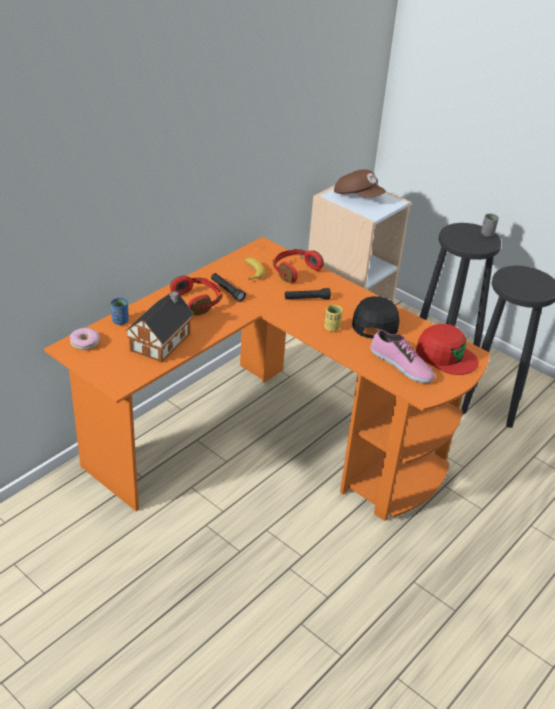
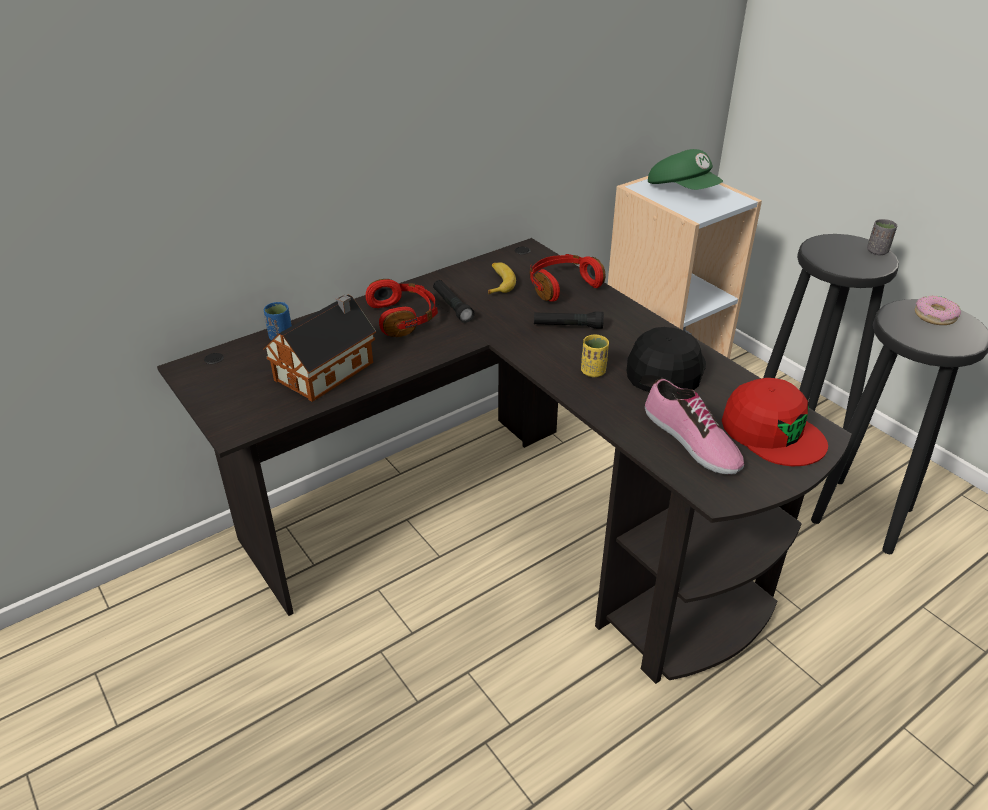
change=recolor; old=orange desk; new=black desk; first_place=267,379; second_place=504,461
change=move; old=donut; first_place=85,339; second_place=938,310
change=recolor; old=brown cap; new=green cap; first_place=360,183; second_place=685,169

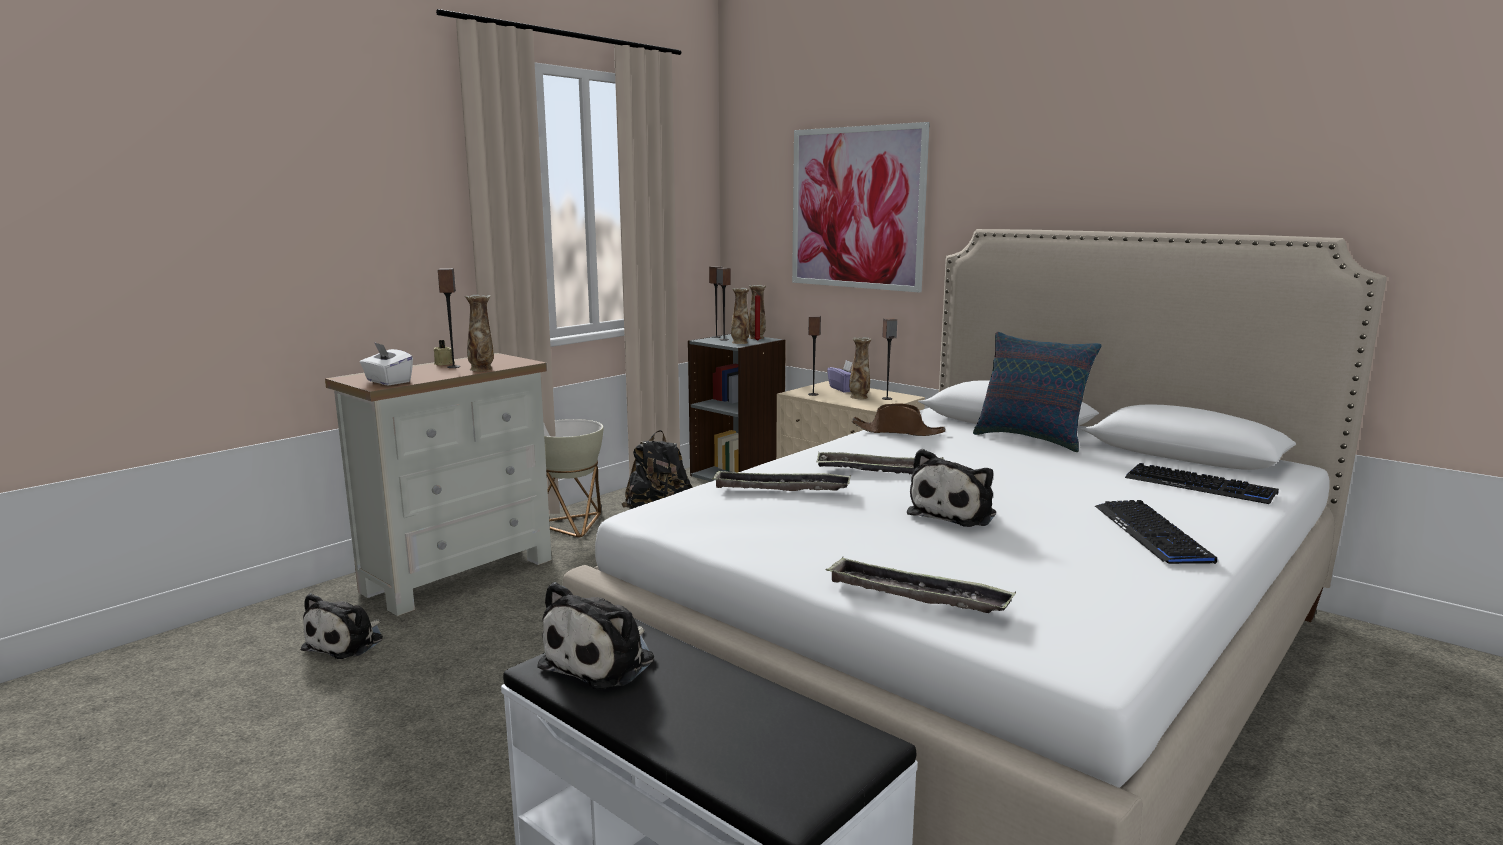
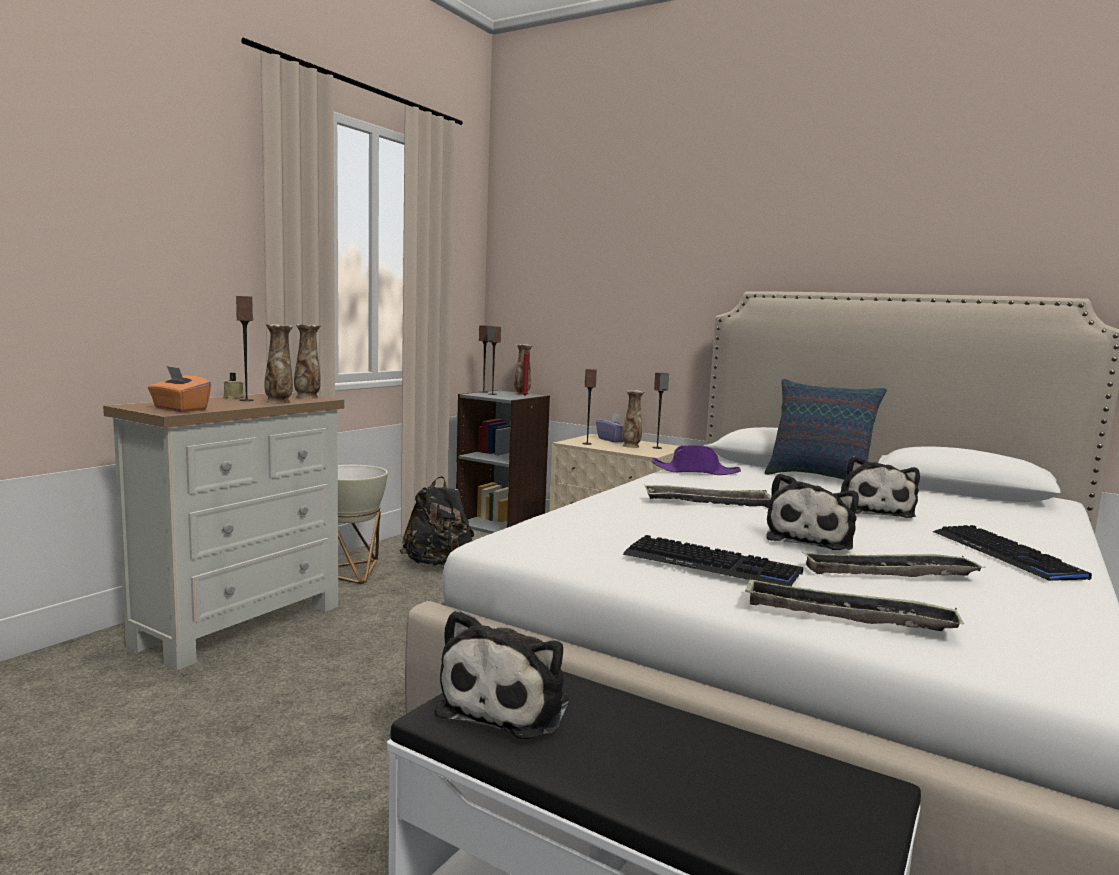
change=move; old=plush toy; first_place=342,626; second_place=880,487
change=recolor; old=white tissue box; new=orange tissue box; first_place=386,363; second_place=179,389
change=move; old=tray; first_place=781,481; second_place=893,564
change=move; old=vase; first_place=740,316; second_place=307,361
change=delete; old=picture; first_place=861,207
change=recolor; old=brown hat; new=purple hat; first_place=898,419; second_place=696,460
change=move; old=keyboard; first_place=1202,483; second_place=713,561

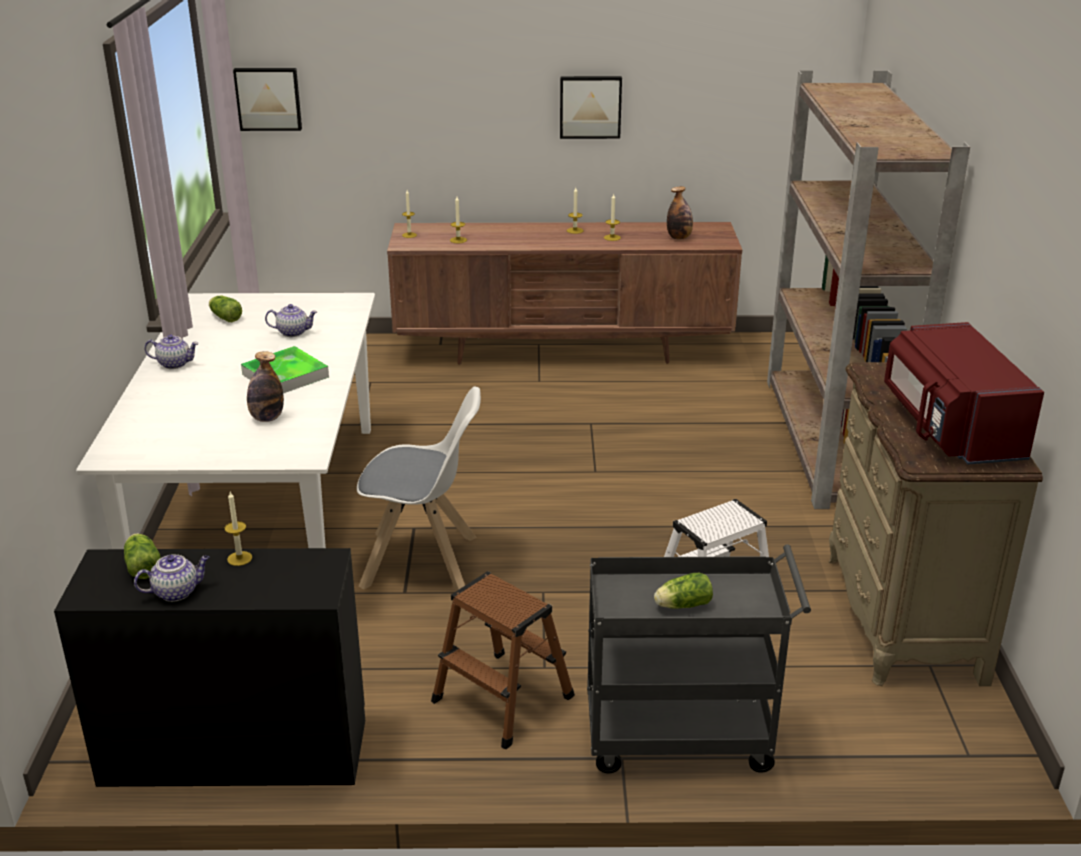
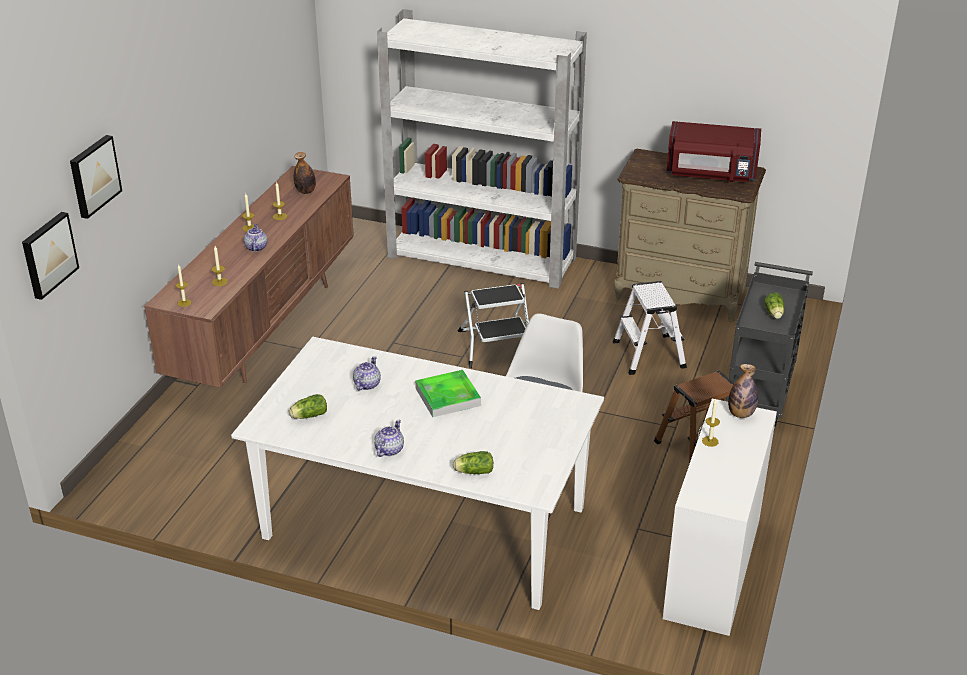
change=recolor; old=black desk; new=white desk; first_place=209,667; second_place=720,517
change=move; old=lettuce; first_place=142,556; second_place=473,462
change=move; old=teapot; first_place=172,578; second_place=255,238
change=move; old=bottle; first_place=265,386; second_place=743,391
change=move; old=picture; first_place=591,107; second_place=96,177
change=recolor; old=brown bookcase; new=white bookcase; first_place=868,289; second_place=482,149
change=insert; new=step ladder; second_place=493,325

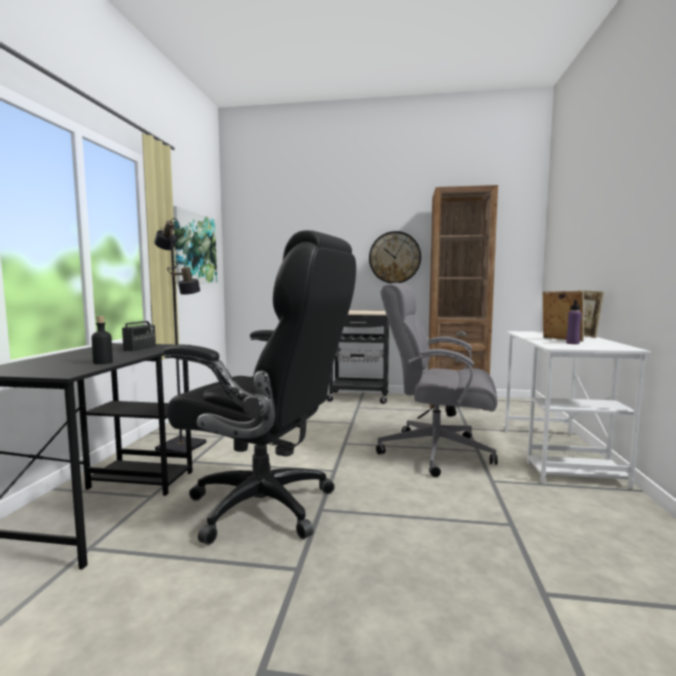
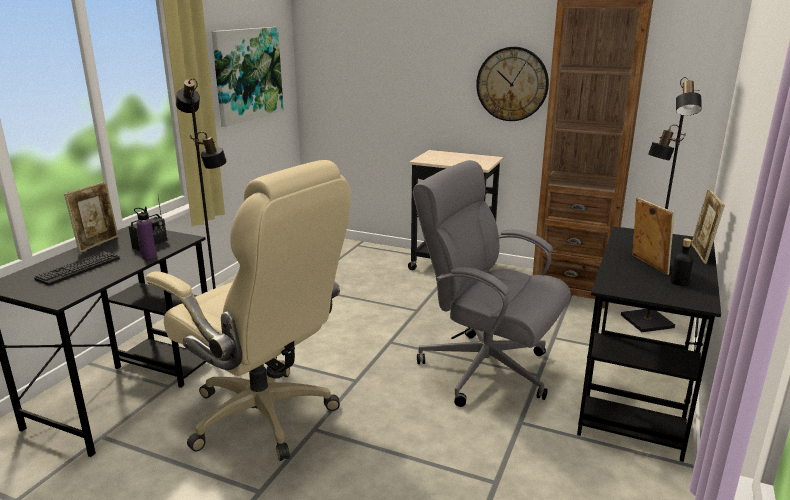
change=move; old=black bottle; first_place=102,340; second_place=681,262
change=recolor; old=black office chair; new=beige office chair; first_place=259,387; second_place=248,310
change=recolor; old=white desk; new=black desk; first_place=578,410; second_place=649,344
change=move; old=purple bottle; first_place=574,322; second_place=145,232
change=insert; new=keyboard; second_place=77,268
change=insert; new=picture frame; second_place=91,217
change=insert; new=black floor lamp; second_place=661,204

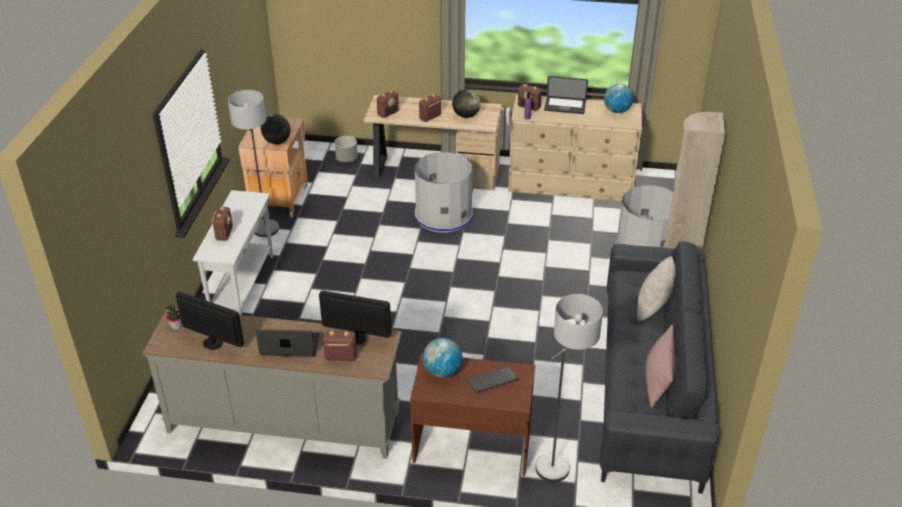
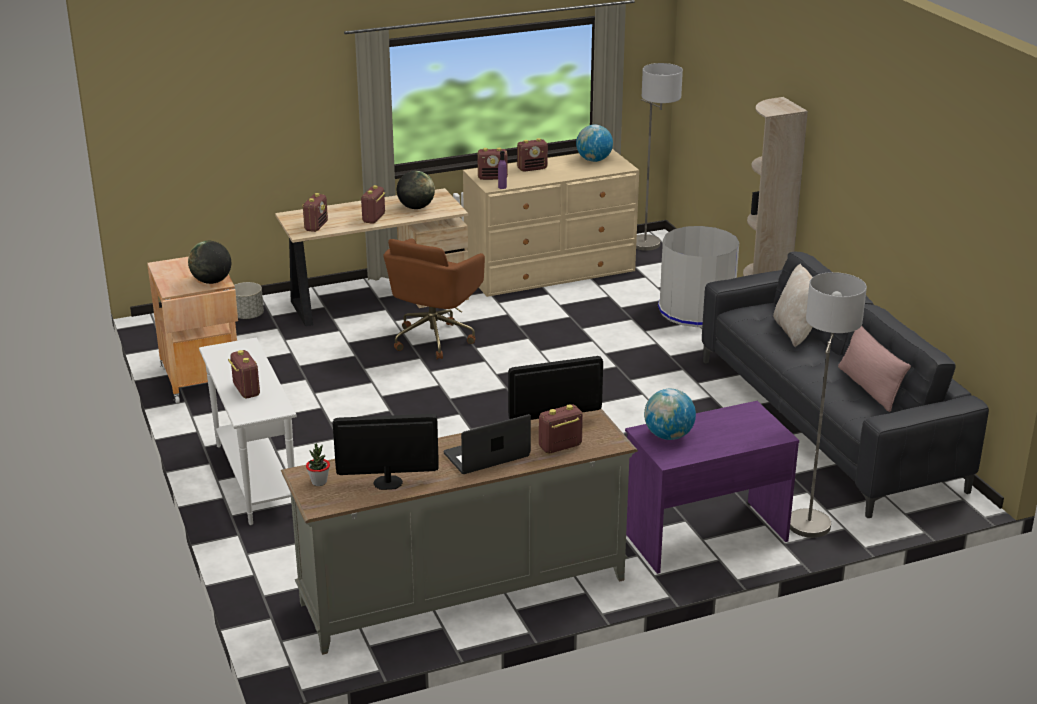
change=move; old=grey floor lamp; first_place=253,163; second_place=659,157
change=recolor; old=brown desk; new=purple desk; first_place=472,414; second_place=712,487
change=replace; old=grey trash can; new=brown office chair; first_place=444,192; second_place=434,298
change=delete; old=keyboard; first_place=492,379
change=replace; old=laptop; new=radio; first_place=566,95; second_place=532,155

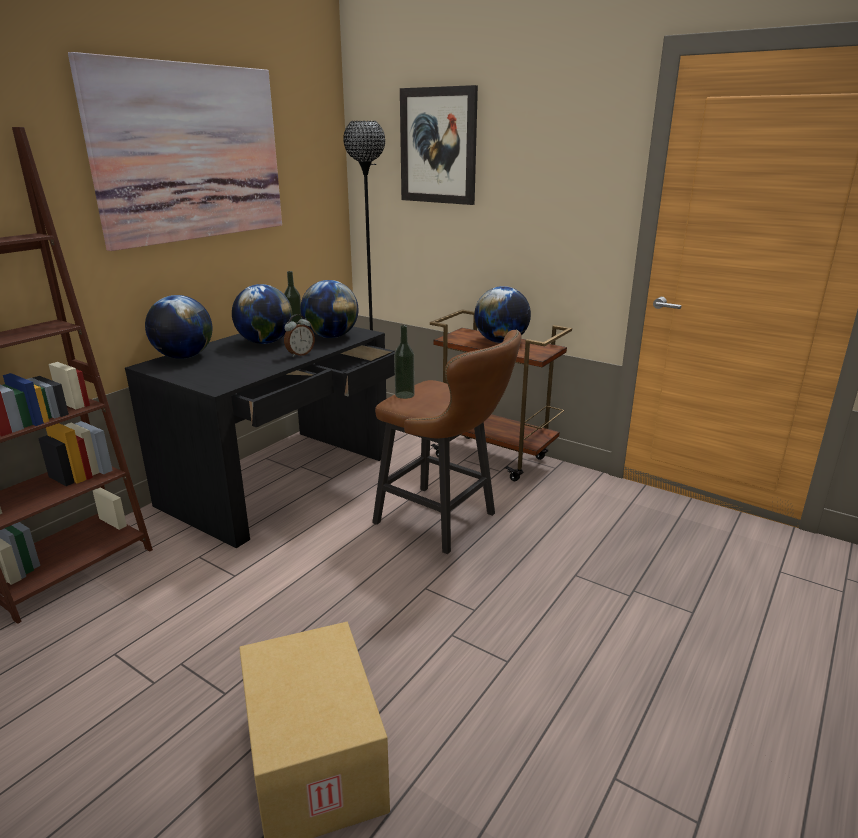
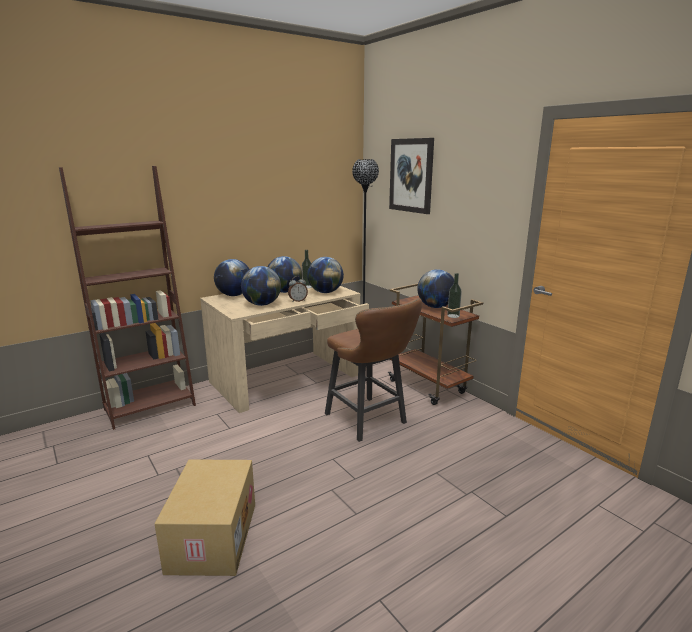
change=delete; old=picture; first_place=175,151
change=recolor; old=black desk; new=beige desk; first_place=260,437; second_place=284,347
change=move; old=bottle; first_place=404,362; second_place=454,295
change=insert; new=globe; second_place=261,286

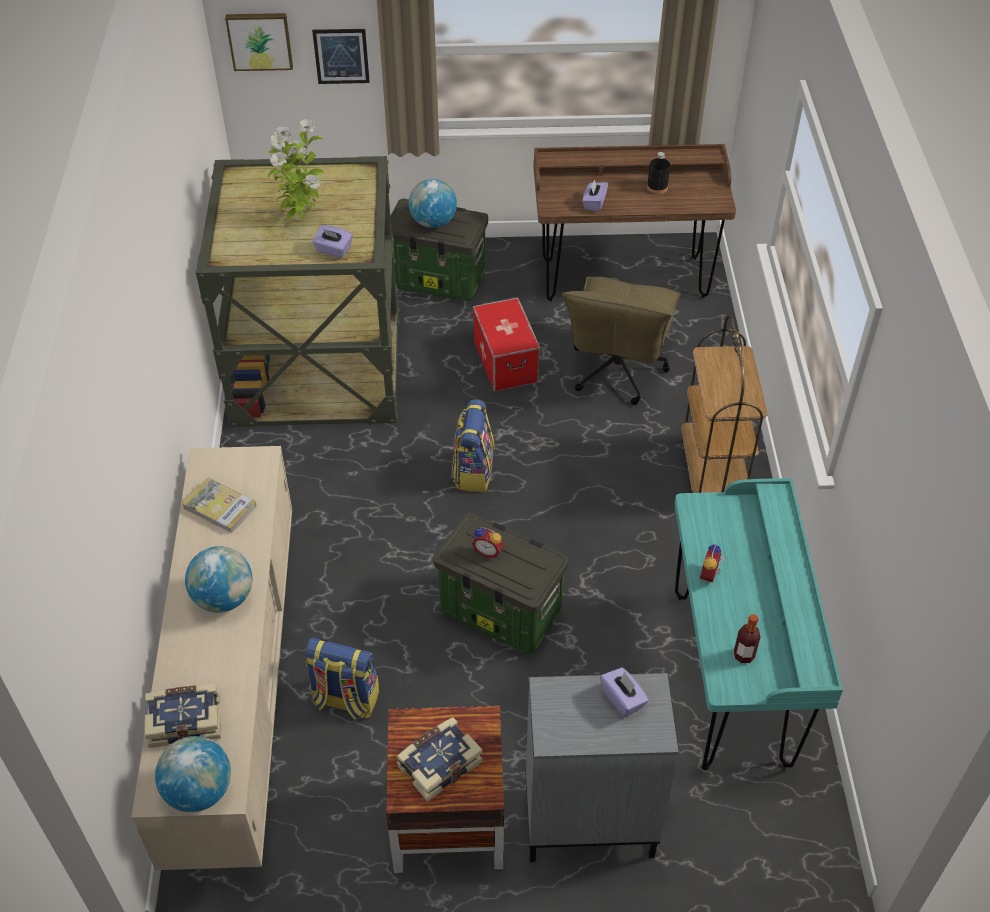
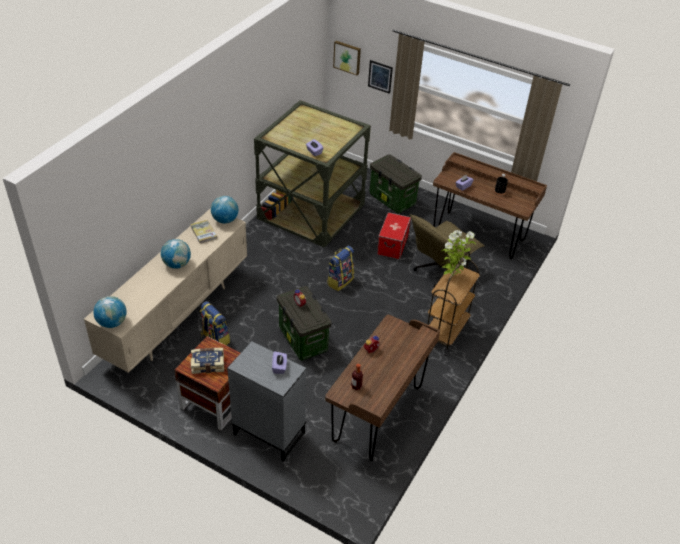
change=delete; old=book; first_place=182,716
change=move; old=potted plant; first_place=296,170; second_place=458,253
change=move; old=globe; first_place=433,203; second_place=225,210
change=recolor; old=turquoise desk; new=brown desk; first_place=759,624; second_place=382,388

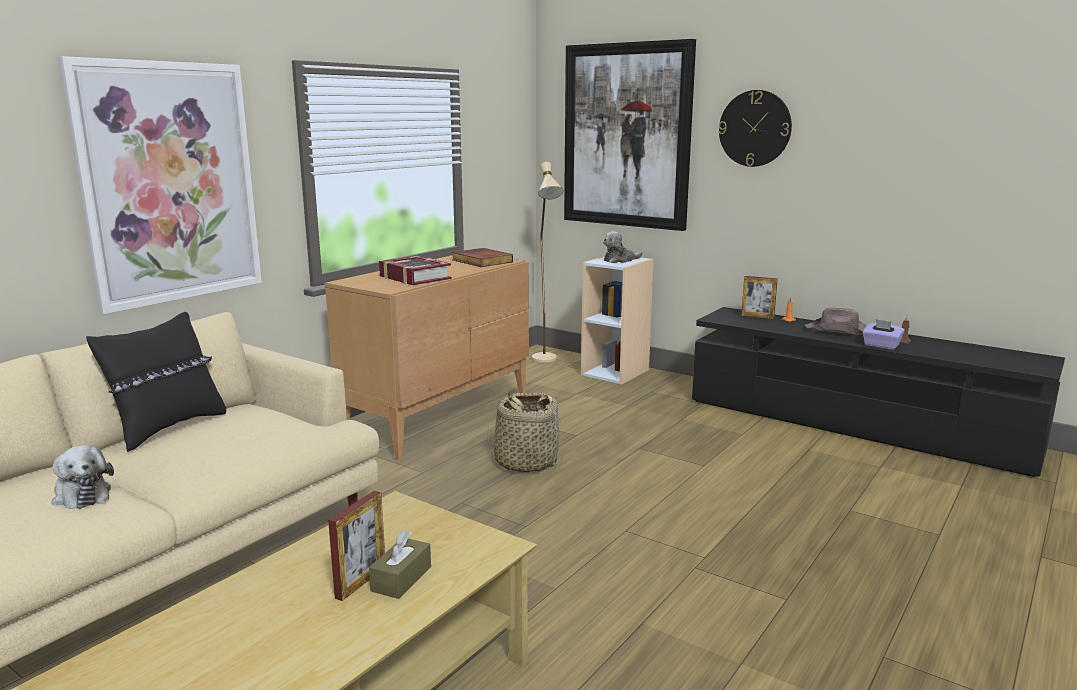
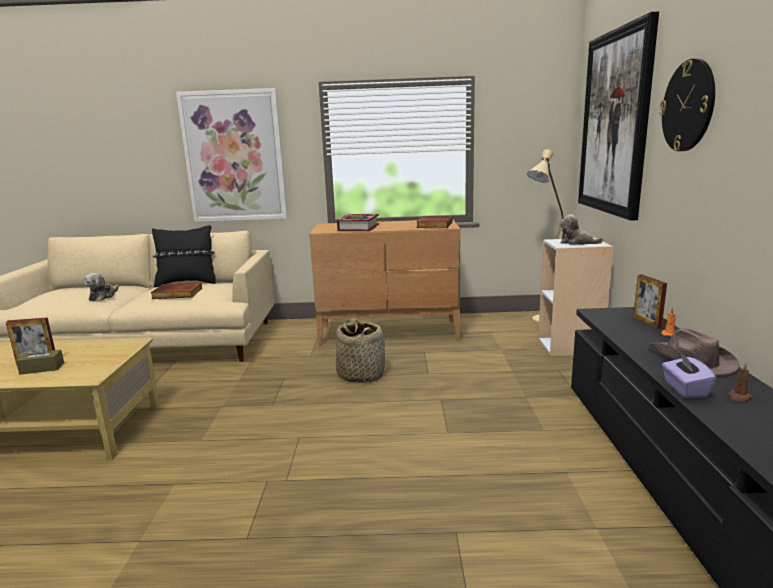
change=insert; new=book; second_place=176,290

